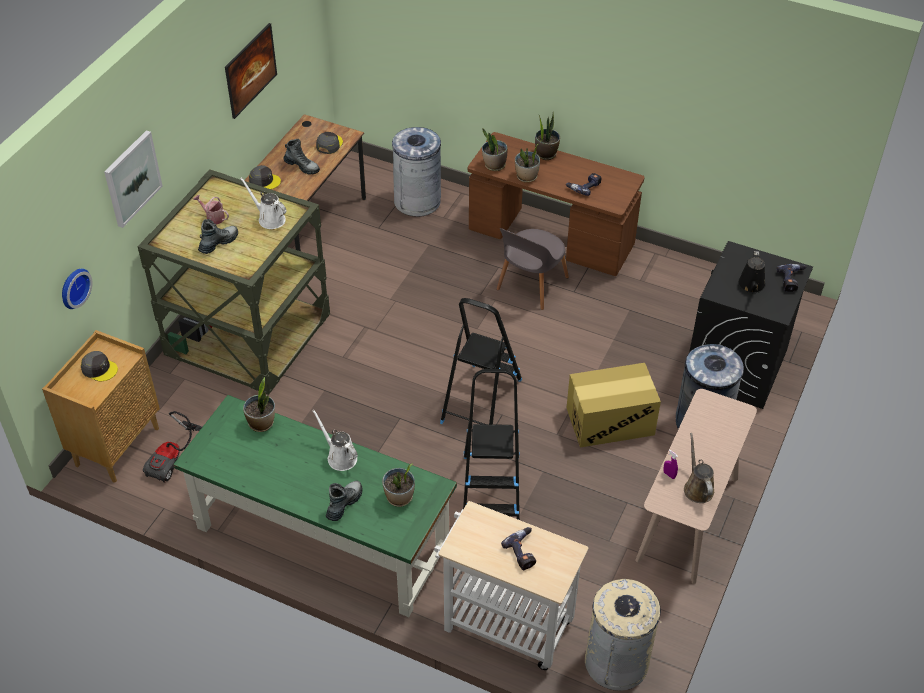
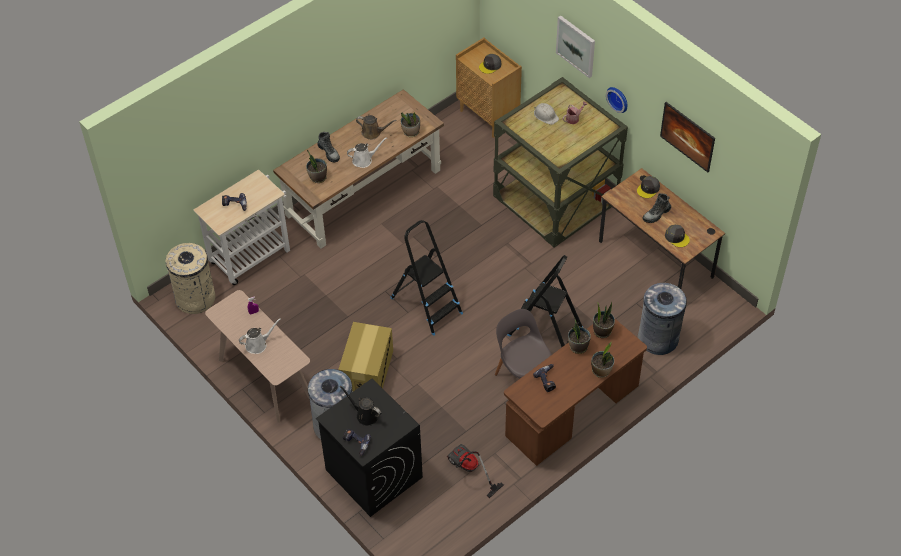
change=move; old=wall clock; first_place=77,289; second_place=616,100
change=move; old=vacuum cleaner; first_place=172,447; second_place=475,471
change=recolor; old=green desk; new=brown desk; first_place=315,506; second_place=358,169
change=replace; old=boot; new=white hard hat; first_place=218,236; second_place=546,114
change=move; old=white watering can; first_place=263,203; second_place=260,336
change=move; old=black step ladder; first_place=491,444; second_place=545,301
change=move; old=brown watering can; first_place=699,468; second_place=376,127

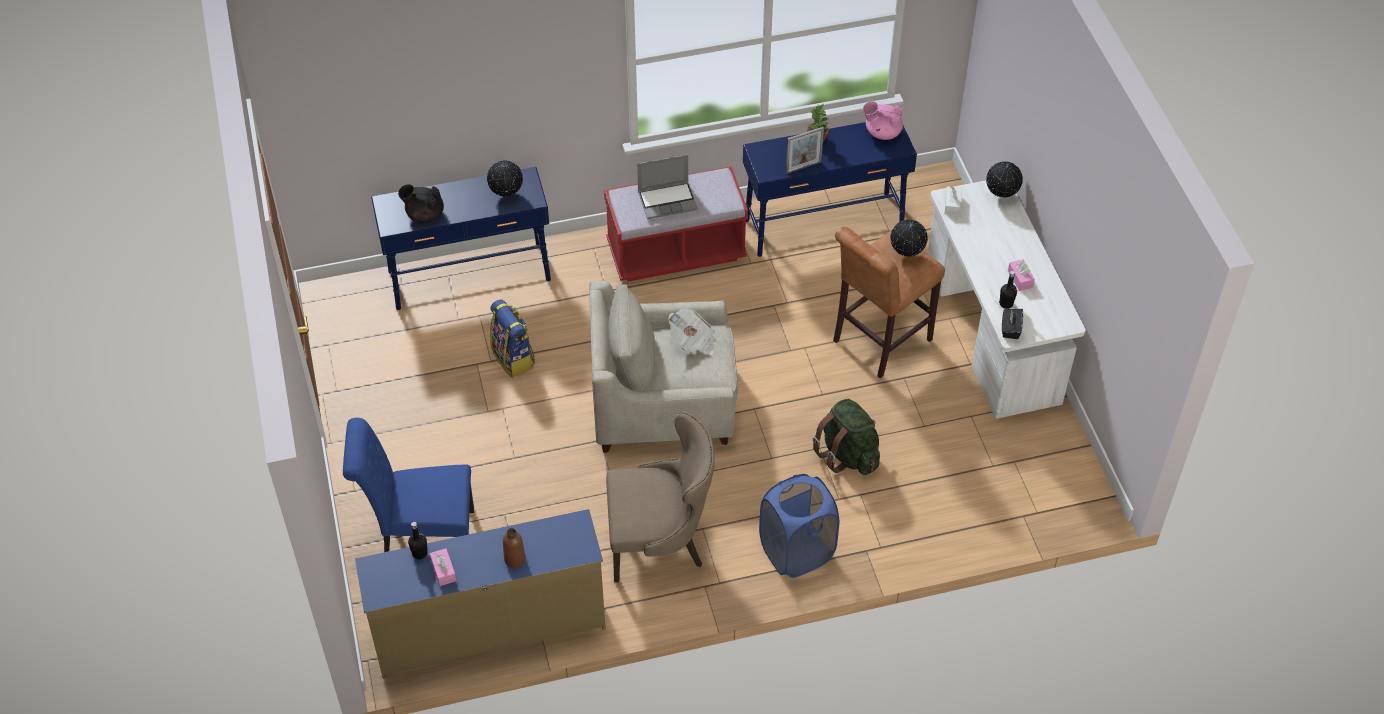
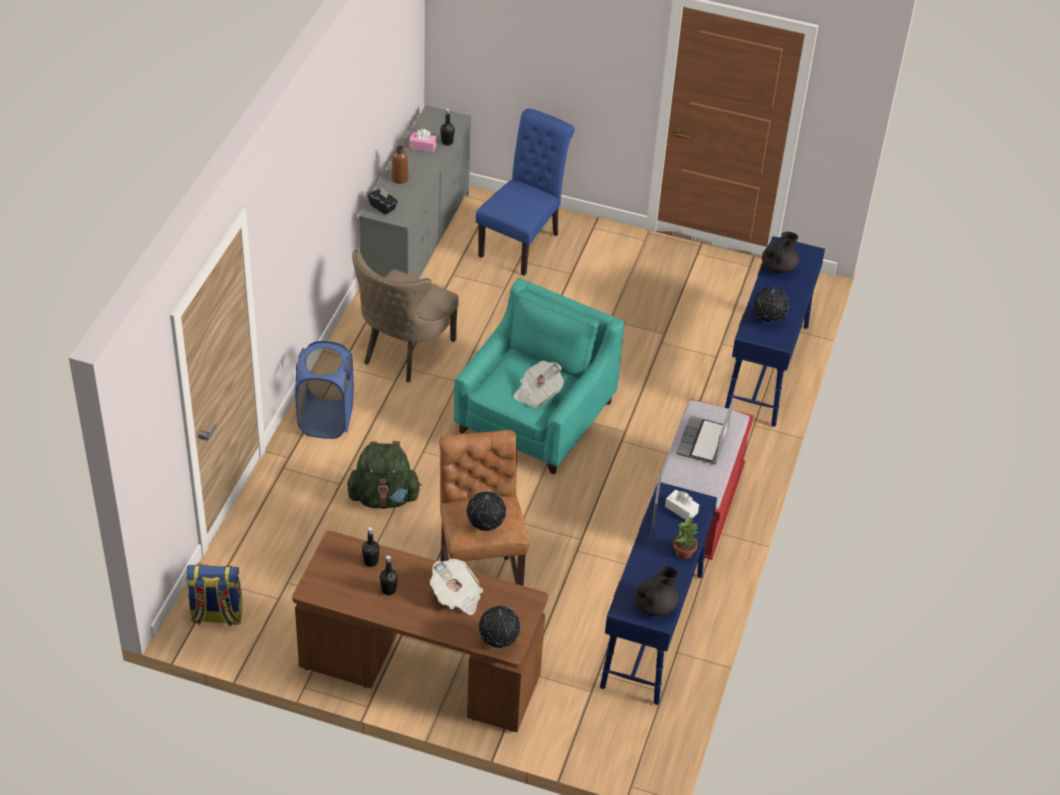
change=recolor; old=blue dresser; new=grey dresser; first_place=480,594; second_place=415,191
change=move; old=backpack; first_place=512,338; second_place=214,595
change=recolor; old=beige armchair; new=turquoise armchair; first_place=663,367; second_place=539,376
change=recolor; old=pink teapot; new=black teapot; first_place=883,120; second_place=656,591
change=recolor; old=white desk; new=brown desk; first_place=1006,299; second_place=420,631
change=move; old=white tissue box; first_place=953,201; second_place=682,505
change=move; old=black tissue box; first_place=1012,324; second_place=383,201
change=replace; old=pink tissue box; new=black bottle; first_place=1021,275; second_place=389,575
change=insert; new=newspaper; second_place=456,587

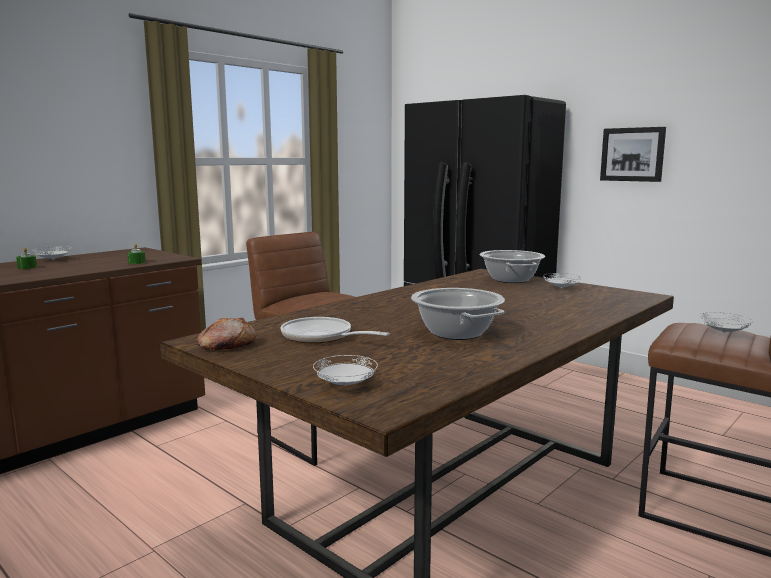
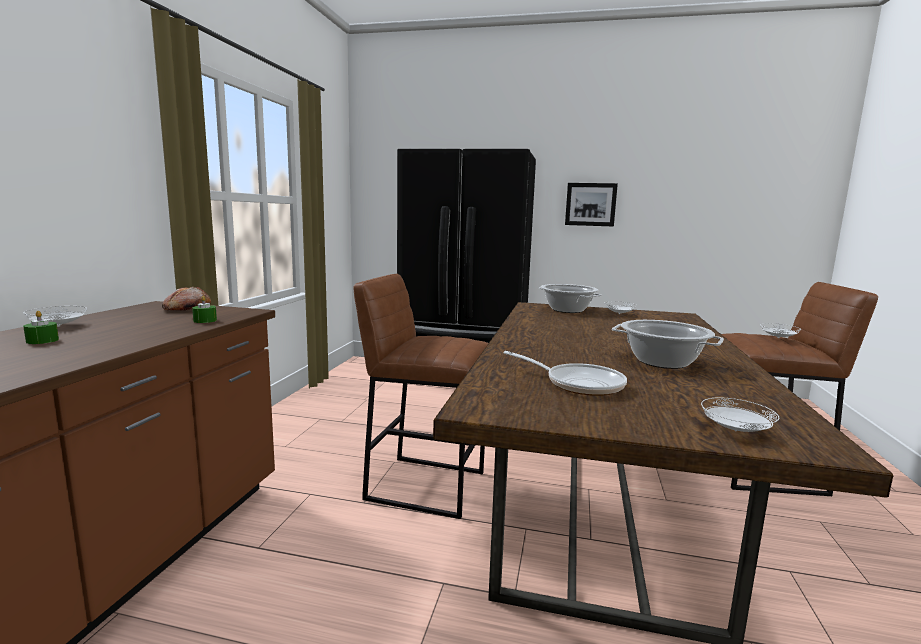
change=move; old=bread; first_place=227,334; second_place=186,299
change=rotate; old=frying pan; first_place=335,330; second_place=565,373; degrees=-150

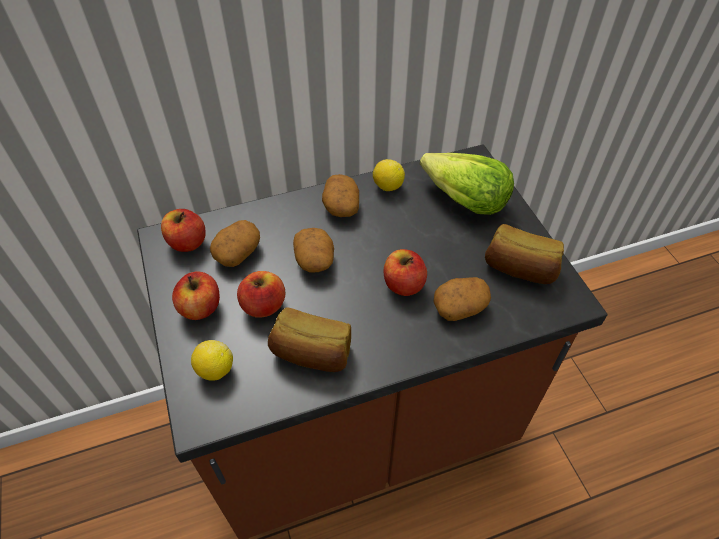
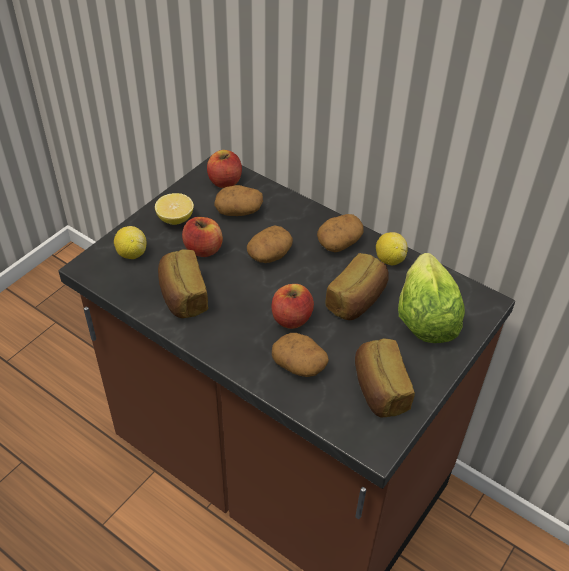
change=replace; old=apple; new=lemon; first_place=196,296; second_place=174,209
change=insert; new=bread; second_place=357,286

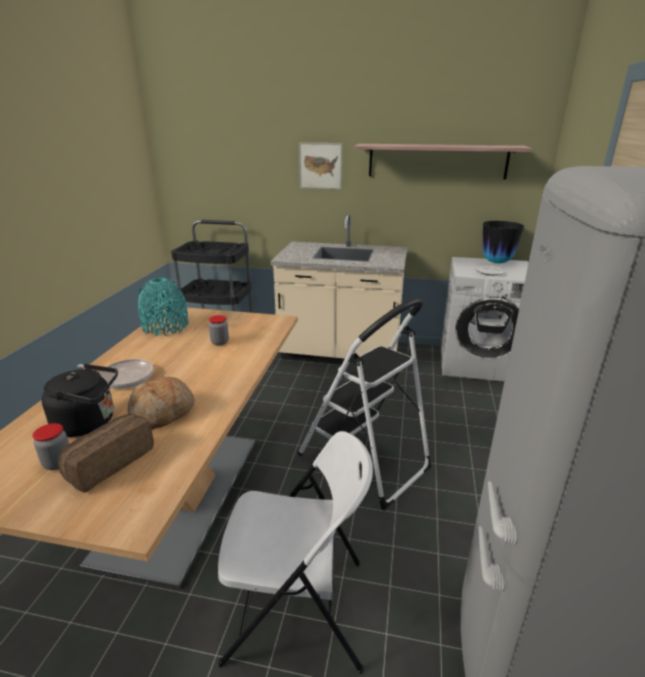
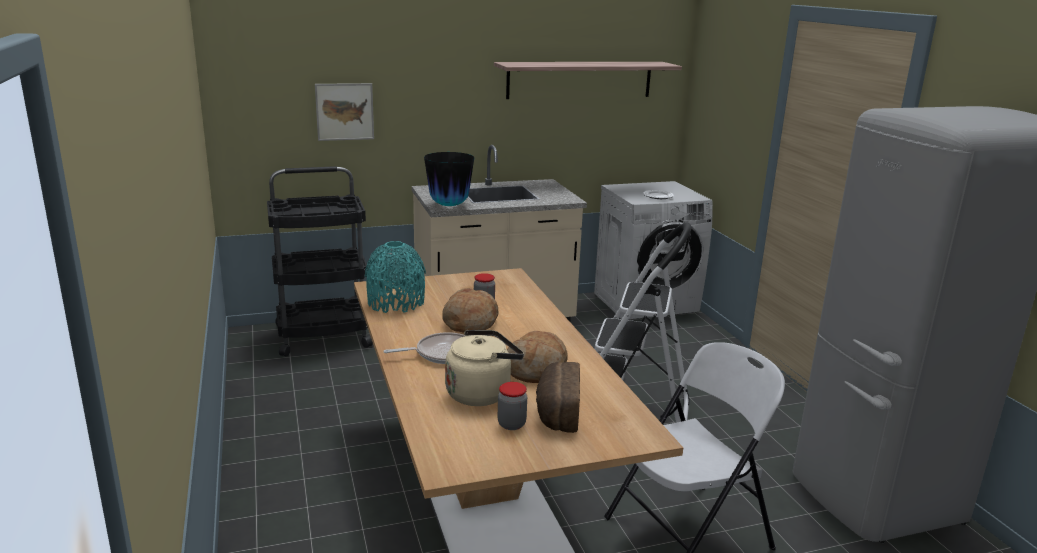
change=recolor; old=black kettle; new=beige kettle; first_place=79,400; second_place=484,368
change=move; old=picture; first_place=320,166; second_place=344,112
change=move; old=vase; first_place=503,242; second_place=449,179
change=insert; new=bread; second_place=470,310

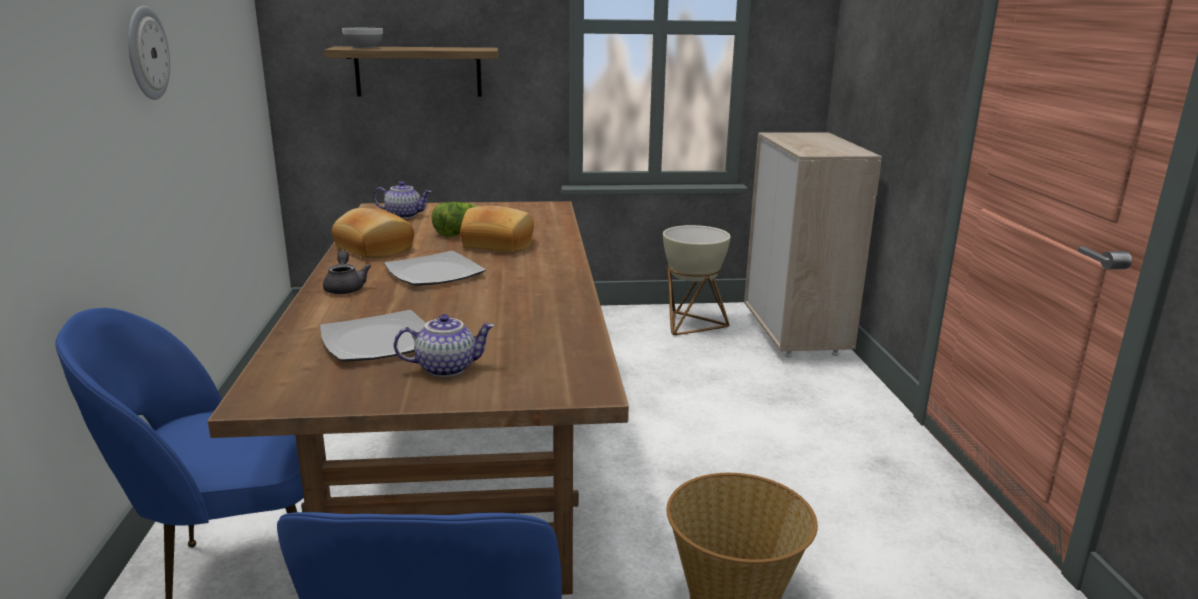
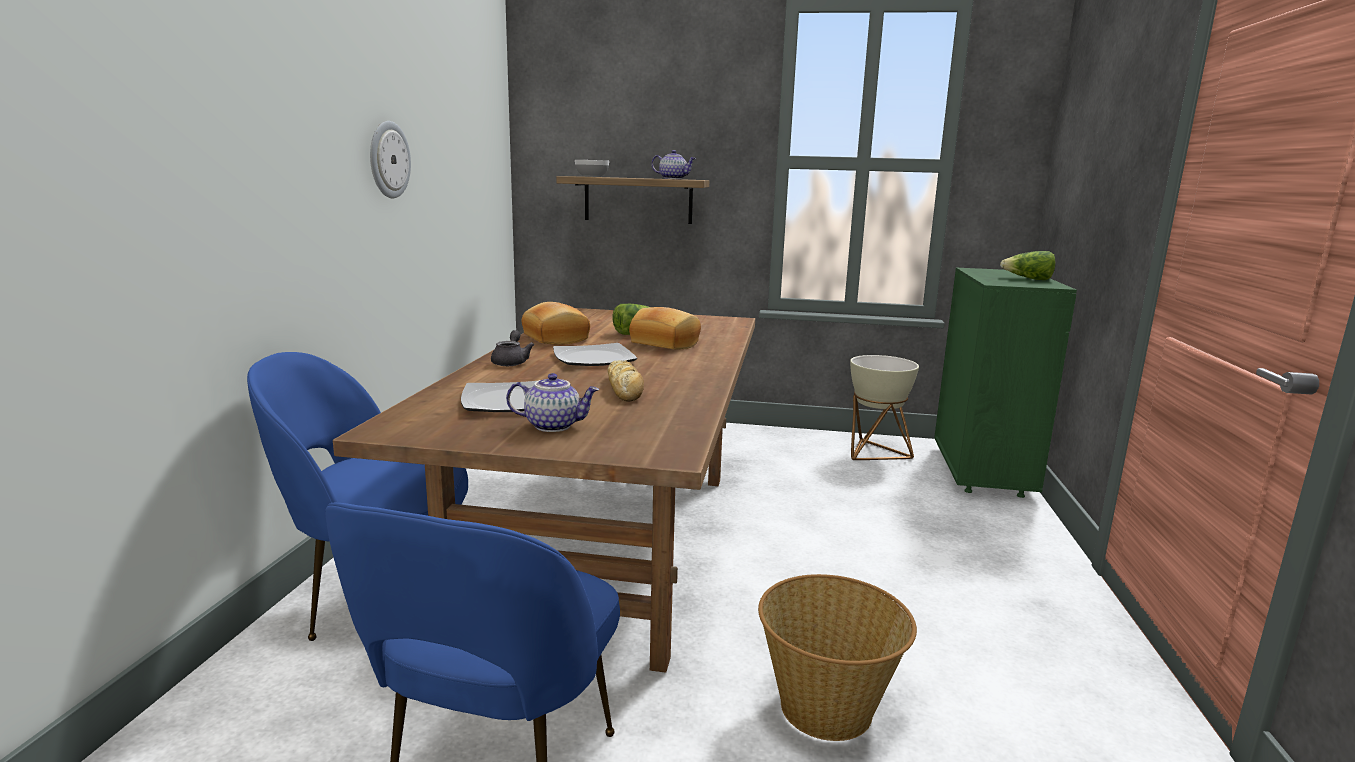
change=move; old=teapot; first_place=402,200; second_place=673,164
change=recolor; old=beige cabinet; new=green cabinet; first_place=813,244; second_place=1005,383
change=insert; new=bread; second_place=626,381
change=insert; new=lettuce; second_place=1028,265

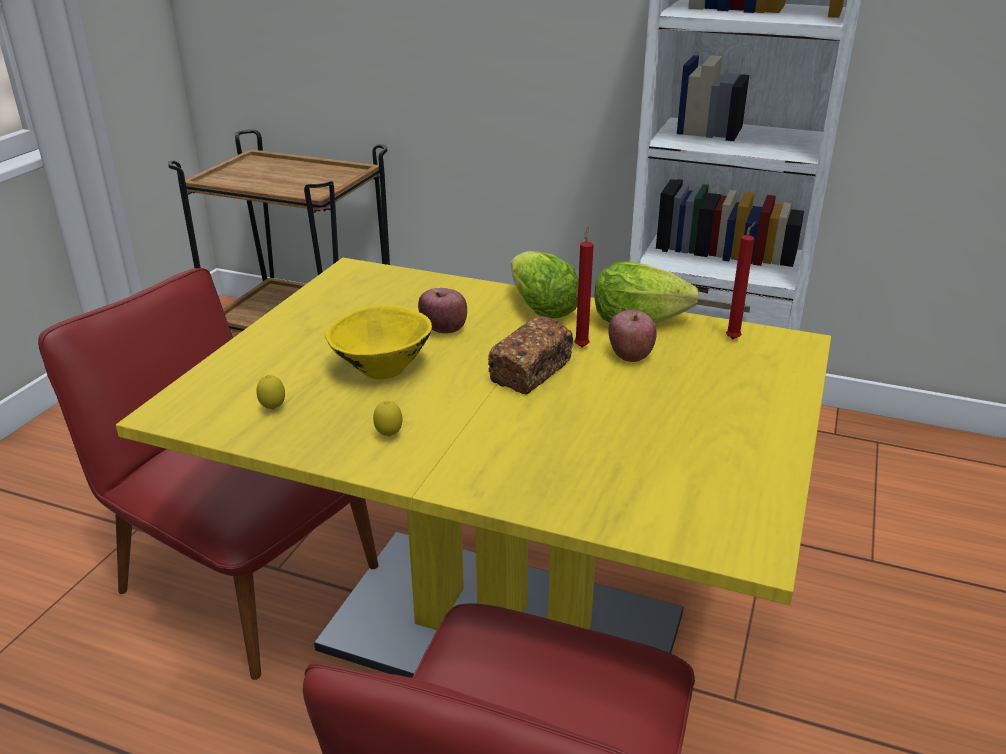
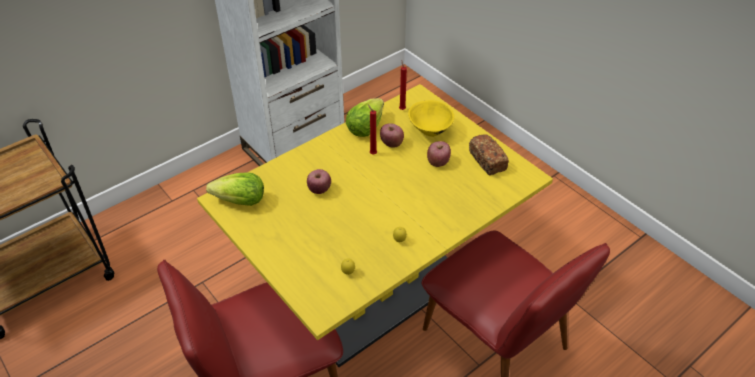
change=move; old=yellow bowl; first_place=378,342; second_place=431,118
change=move; old=bread; first_place=530,355; second_place=489,155
change=move; old=lettuce; first_place=545,284; second_place=235,189
change=insert; new=apple; second_place=439,154

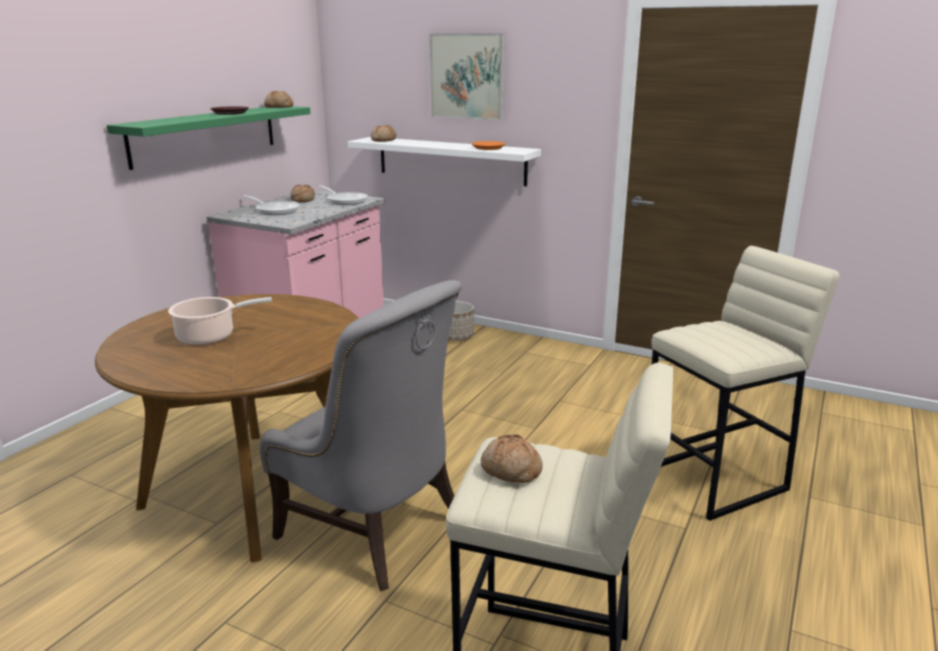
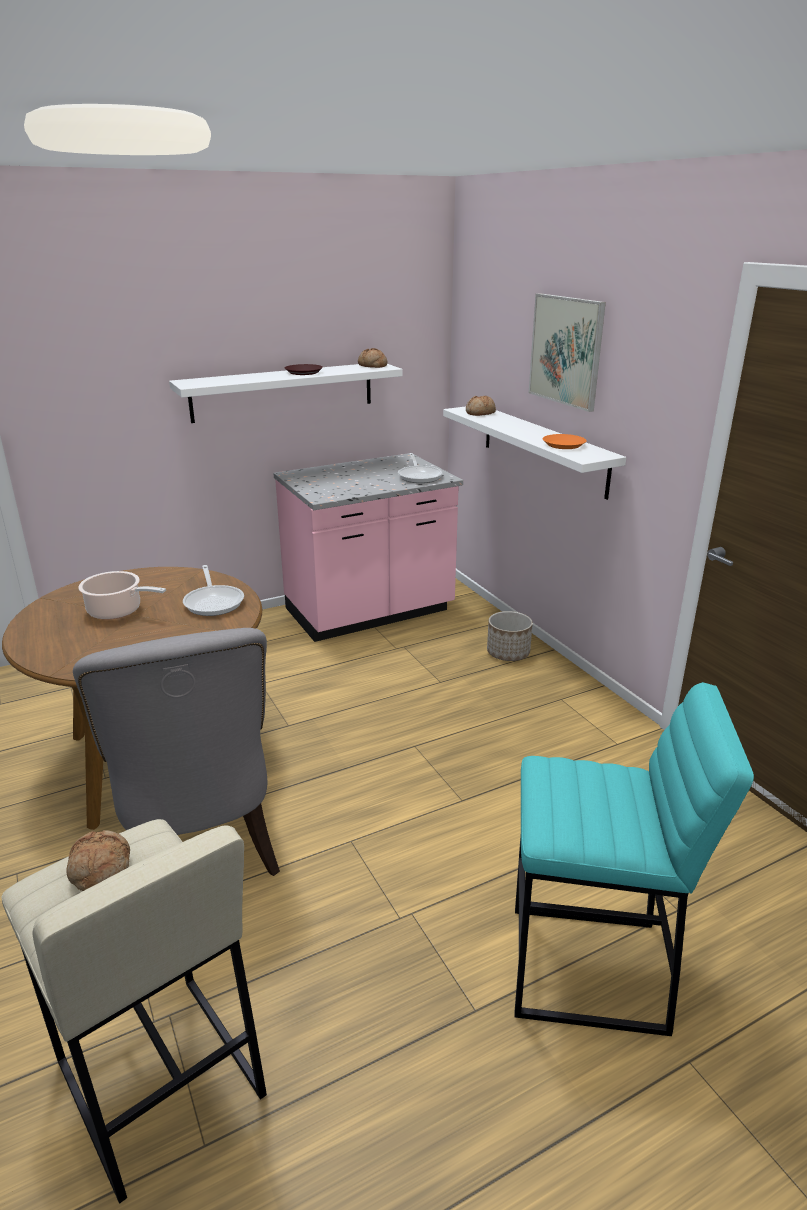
change=recolor; old=green shelf; new=white shelf; first_place=208,138; second_place=286,393
change=move; old=frying pan; first_place=272,205; second_place=213,590
change=delete; old=bread; first_place=302,193
change=recolor; old=beige stool; new=turquoise stool; first_place=745,383; second_place=634,859

